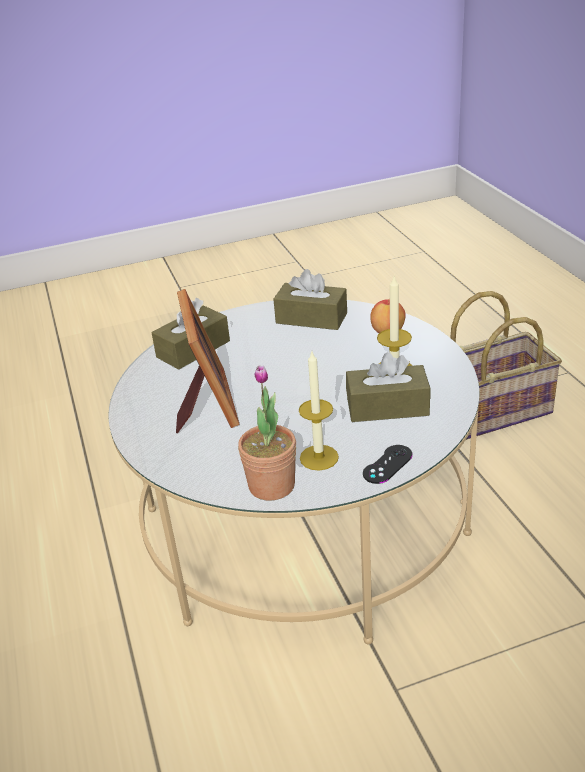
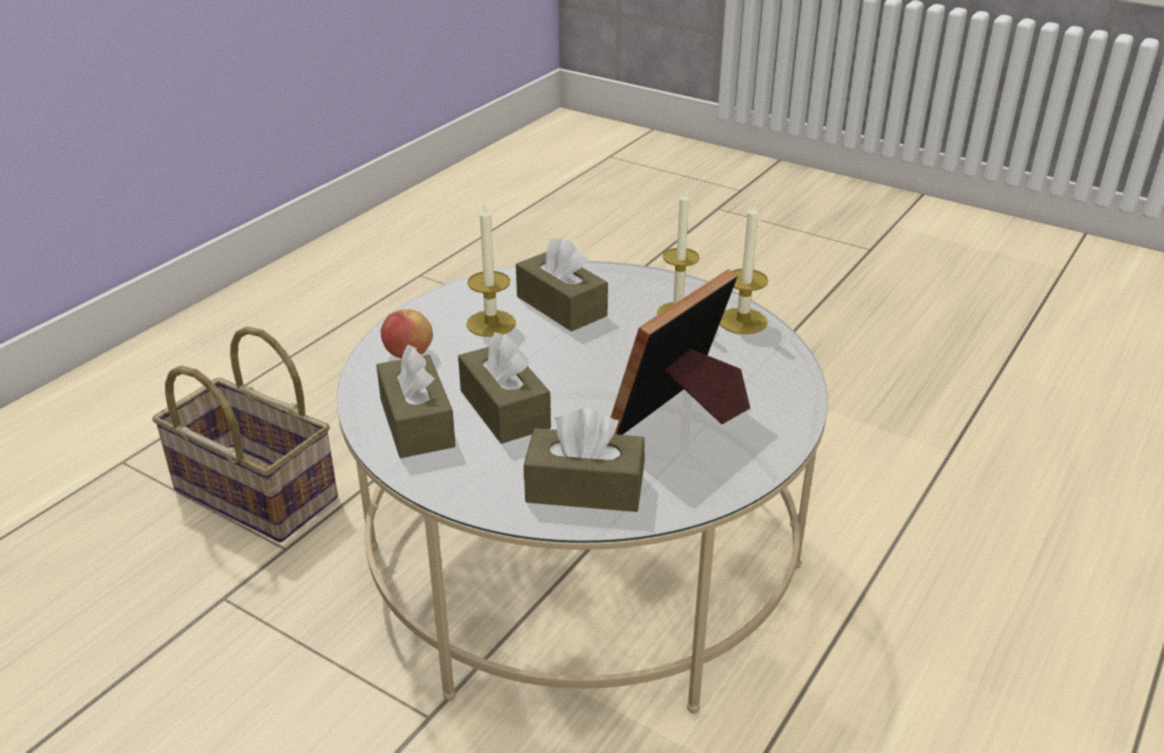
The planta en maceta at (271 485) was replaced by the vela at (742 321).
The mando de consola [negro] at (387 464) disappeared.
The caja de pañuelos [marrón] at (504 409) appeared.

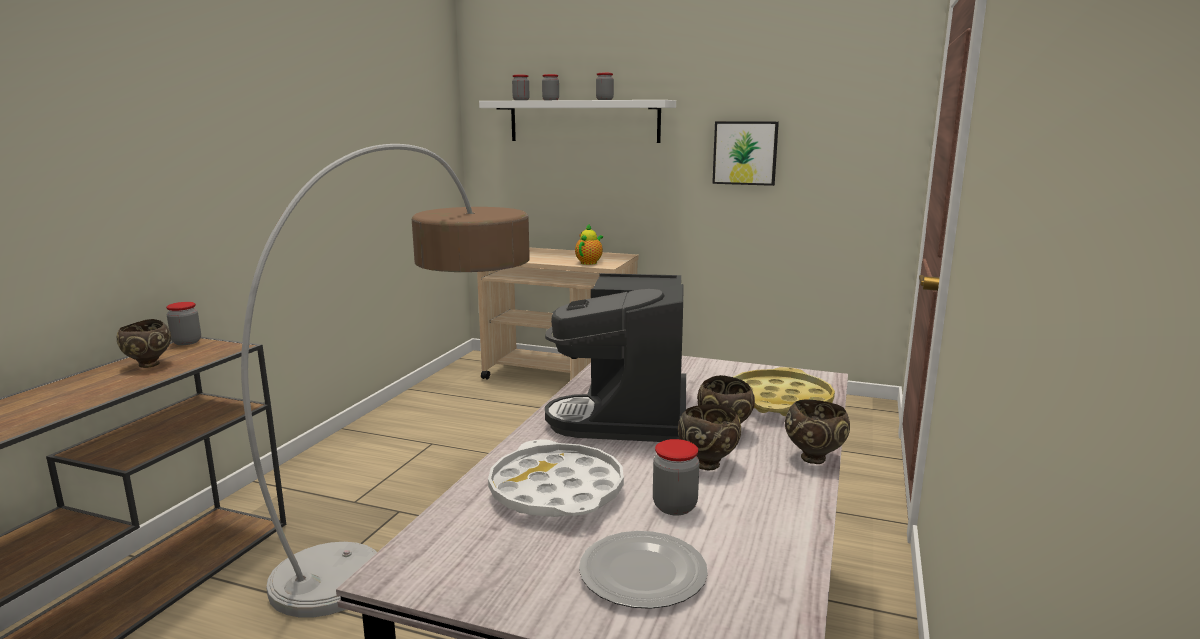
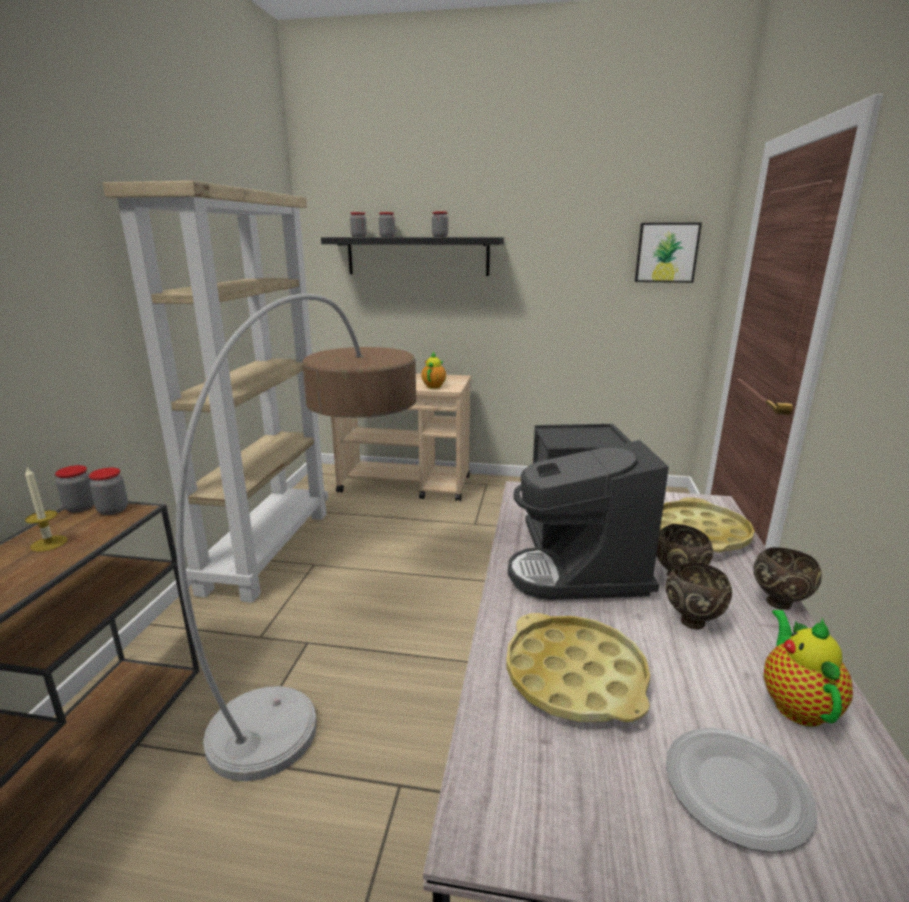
The cuenco [marrón] at (148 365) was replaced by the vela at (49 543).
The estante [blanco] at (583 121) became the estante [negro] at (417 256).
The bandeja [blanco] at (556 491) became the bandeja [amarillo] at (574 677).
The tarro moved from (674 506) to (113 510).
The cuadro moved from (745 153) to (666 252).
The estantería [beis] at (267 549) appeared.
The tetera at (796 703) appeared.

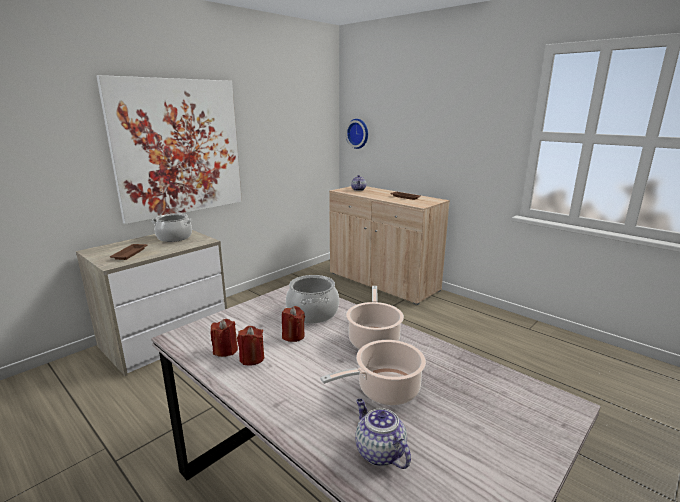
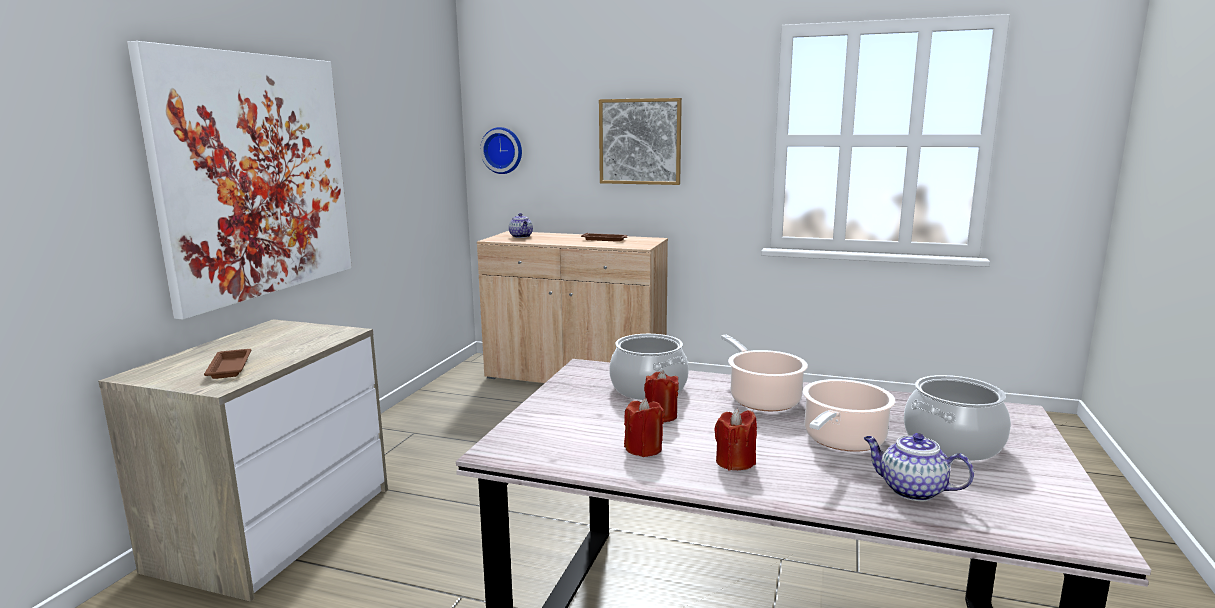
The olla moved from (174 237) to (952 443).
The vela [rojo] moved from (225 350) to (735 462).
The cuadro at (640 141) appeared.

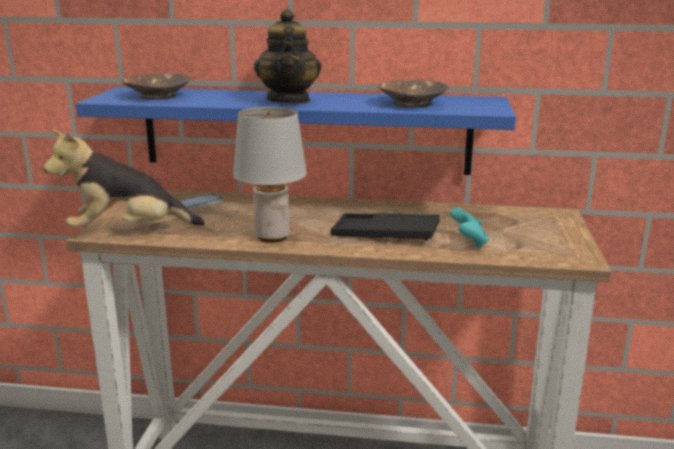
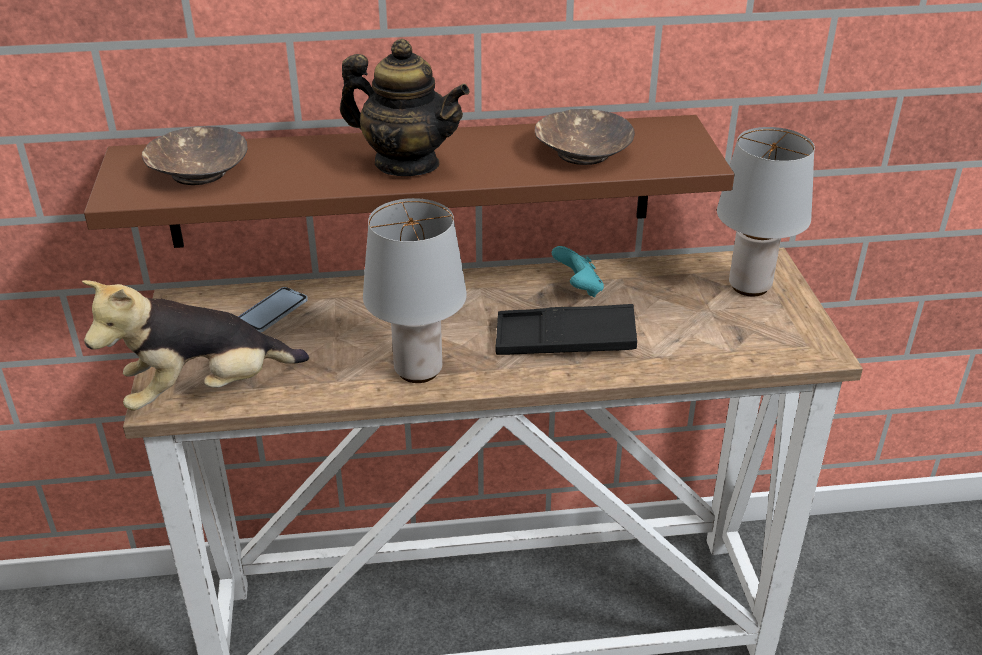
The estante [azul] at (305 130) became the estante [marrón] at (412 181).
The tetera at (289 100) turned 45 degrees counterclockwise.
The mando de consola [turquesa] moved from (469 242) to (578 289).
The lámpara de mesa [gris] at (750 286) appeared.

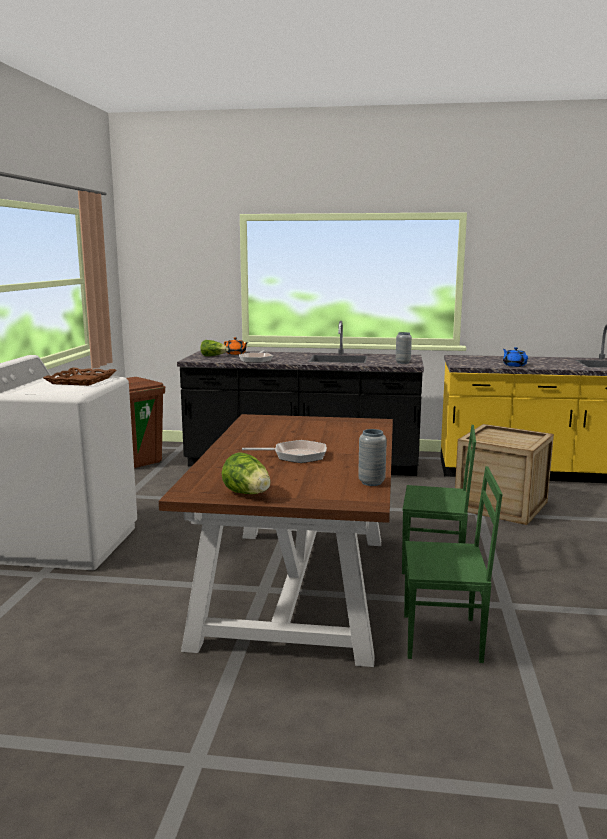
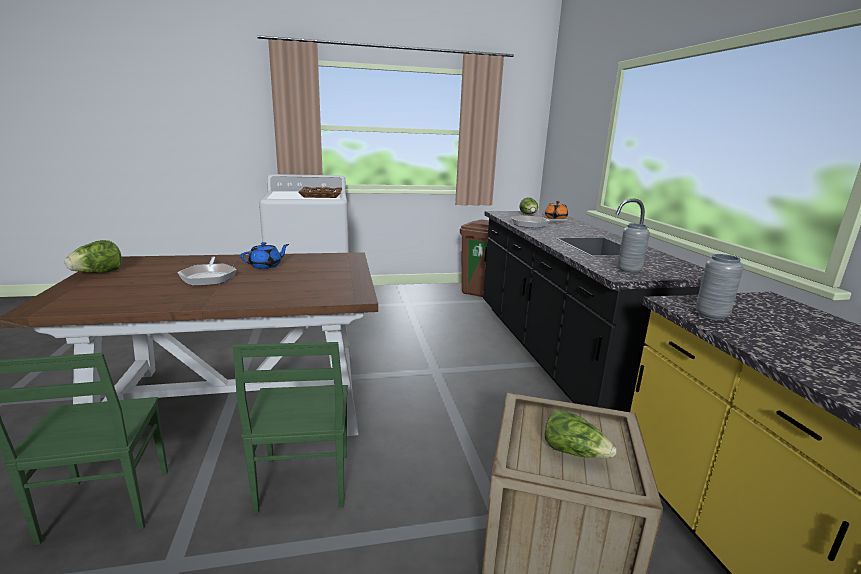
The florero [gris] moved from (371 482) to (711 316).
The tetera [azul] moved from (514 365) to (266 266).
The lechuga at (574 452) appeared.

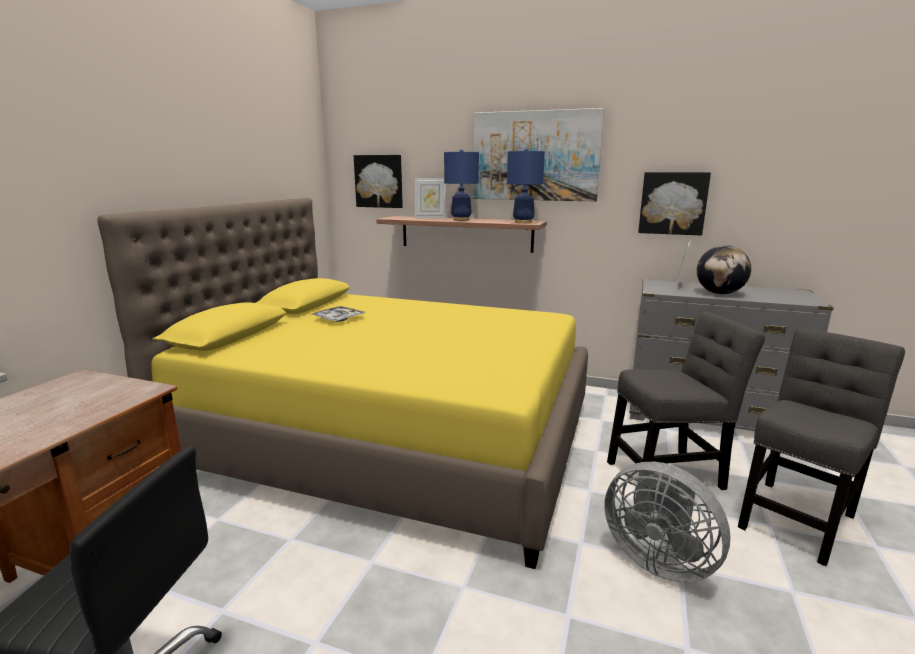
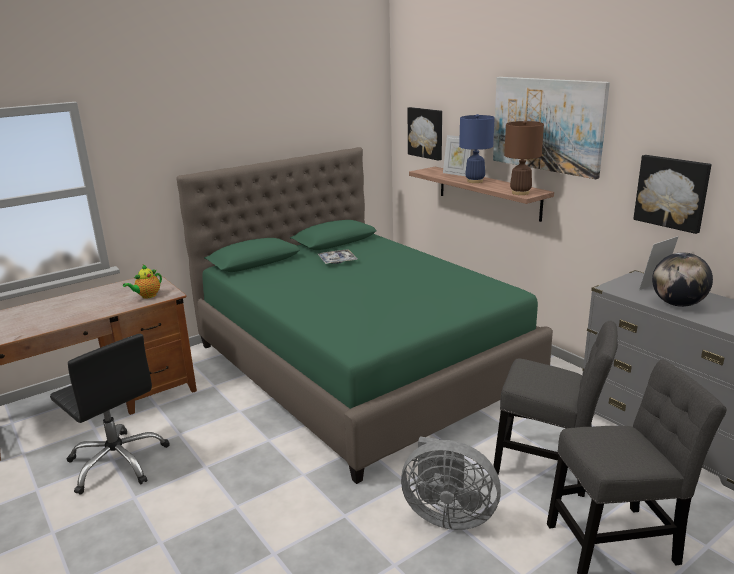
The cama [amarillo] at (391 436) became the cama [verde] at (360 365).
The lámpara de mesa [azul] at (523 222) became the lámpara de mesa [marrón] at (520 193).
The ventilador [gris] at (658 559) turned 60 degrees counterclockwise.
The tetera at (147 296) appeared.

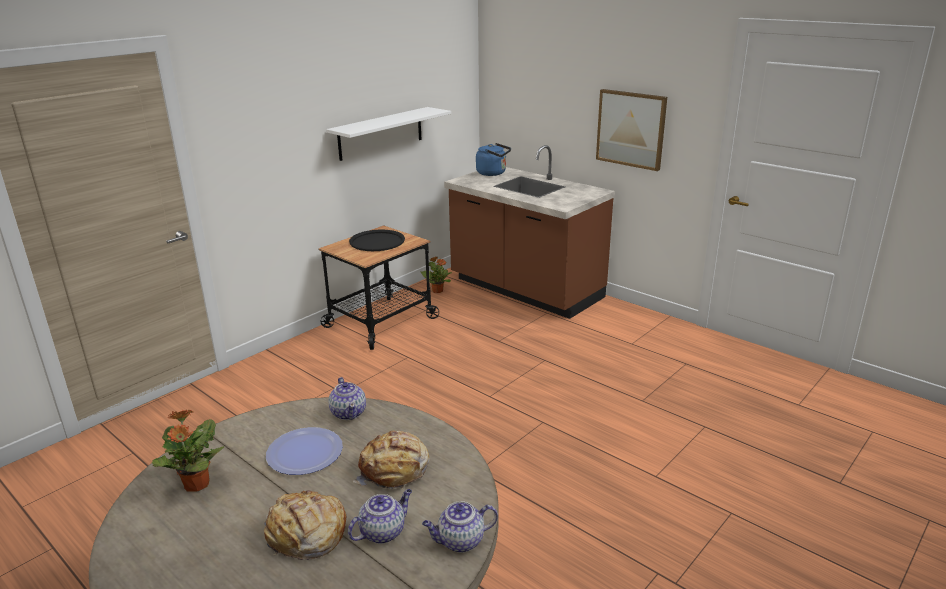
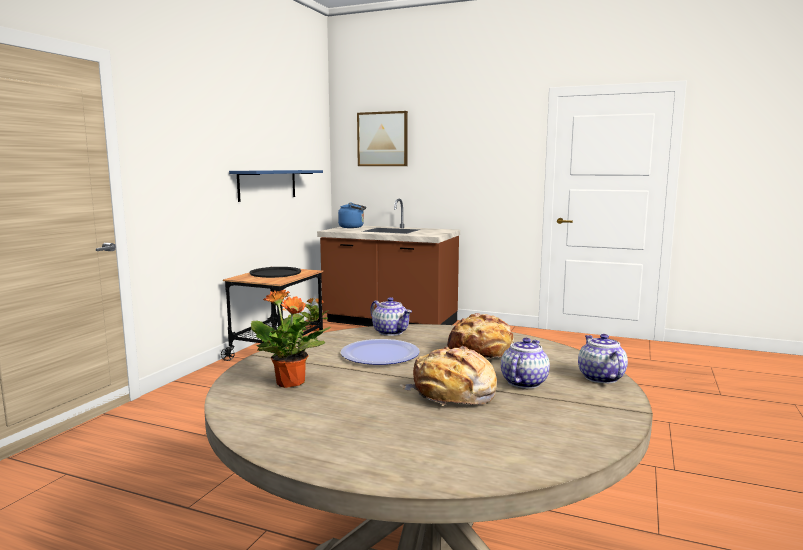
The estante [blanco] at (381 133) became the estante [azul] at (267 184).
The tetera at (460 541) turned 120 degrees clockwise.
The cuadro moved from (631 129) to (382 139).

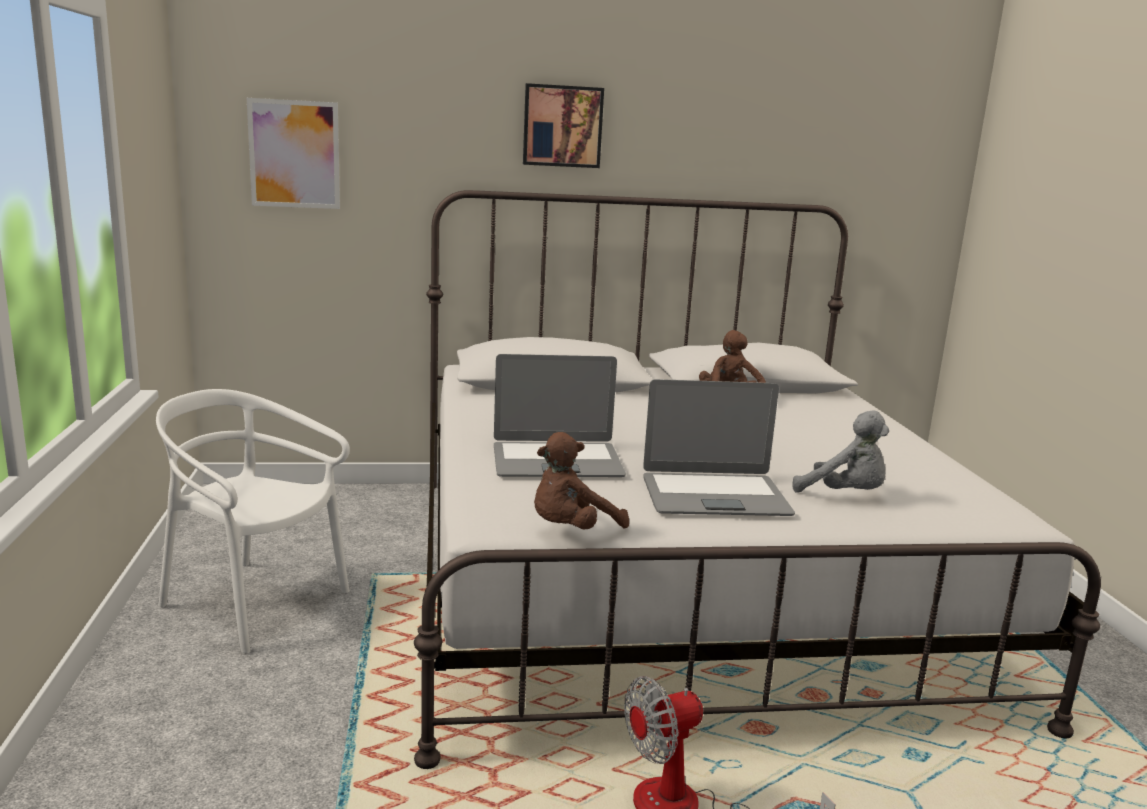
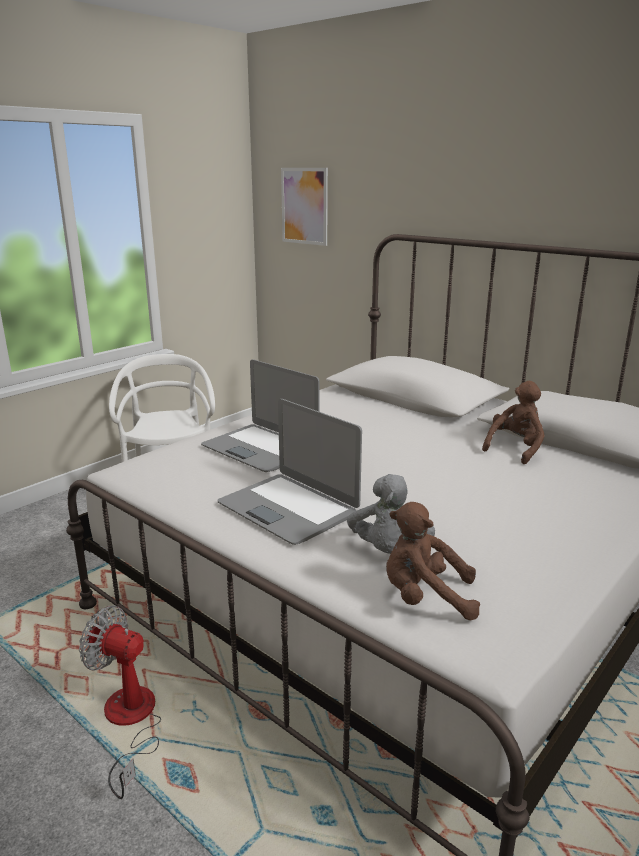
The cuadro at (562 126) disappeared.
The peluche [marrón] moved from (571 530) to (425 598).

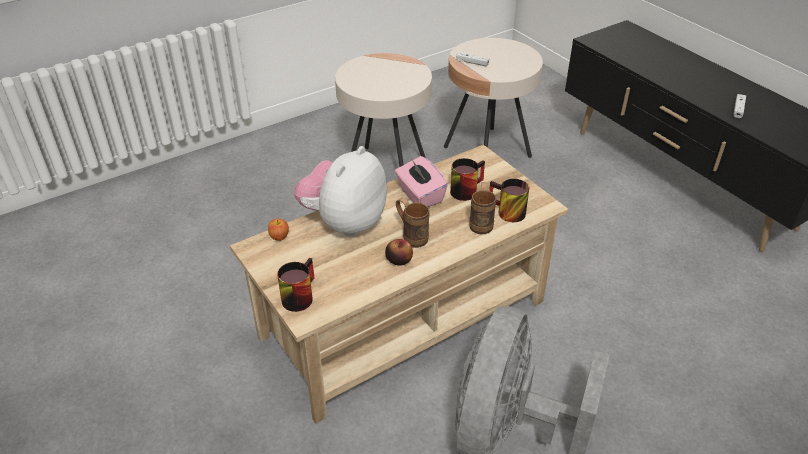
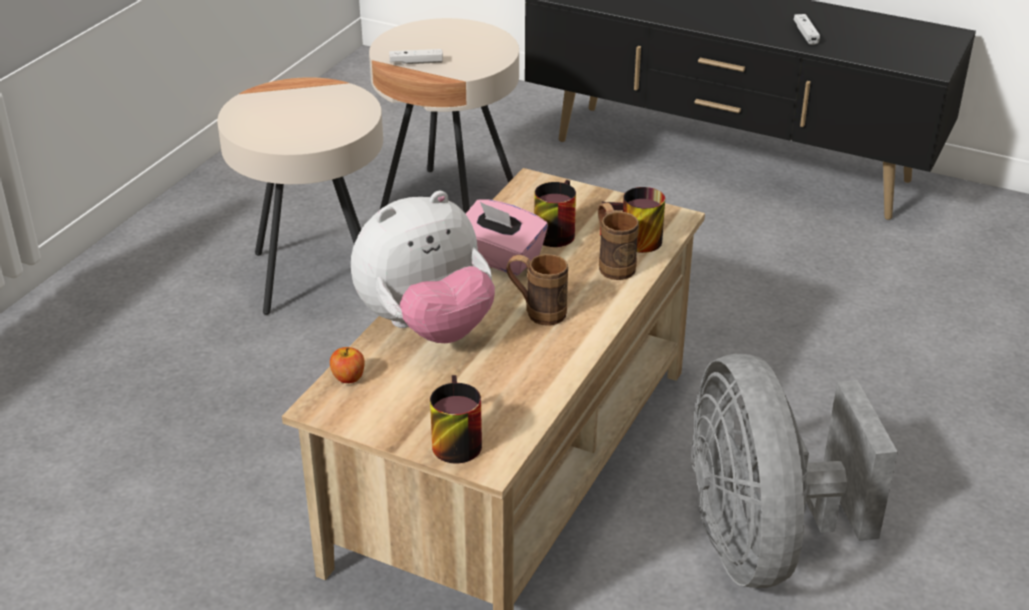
The peluche at (344 222) turned 120 degrees counterclockwise.
The manzana at (399 260) disappeared.

